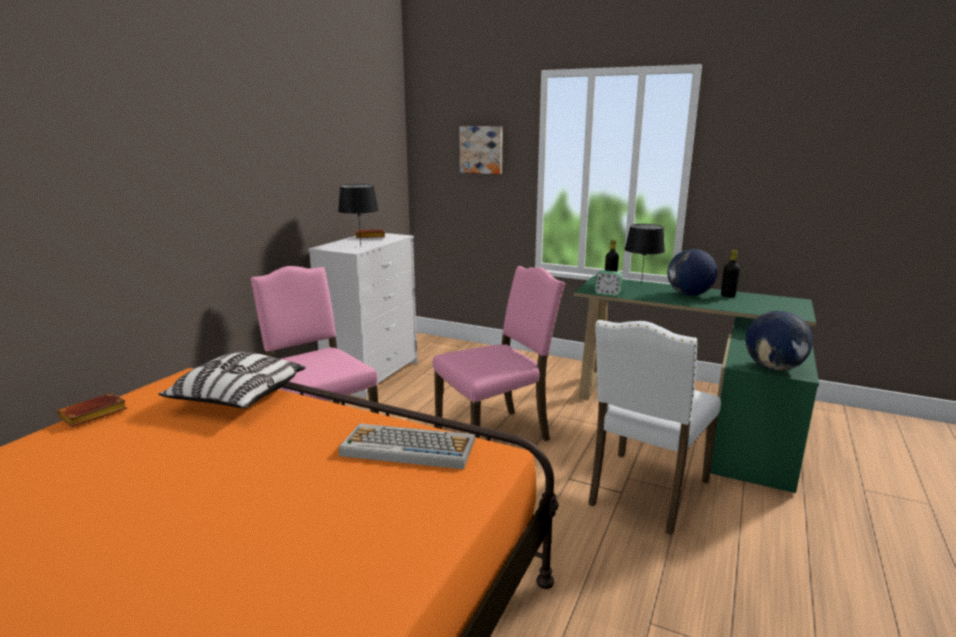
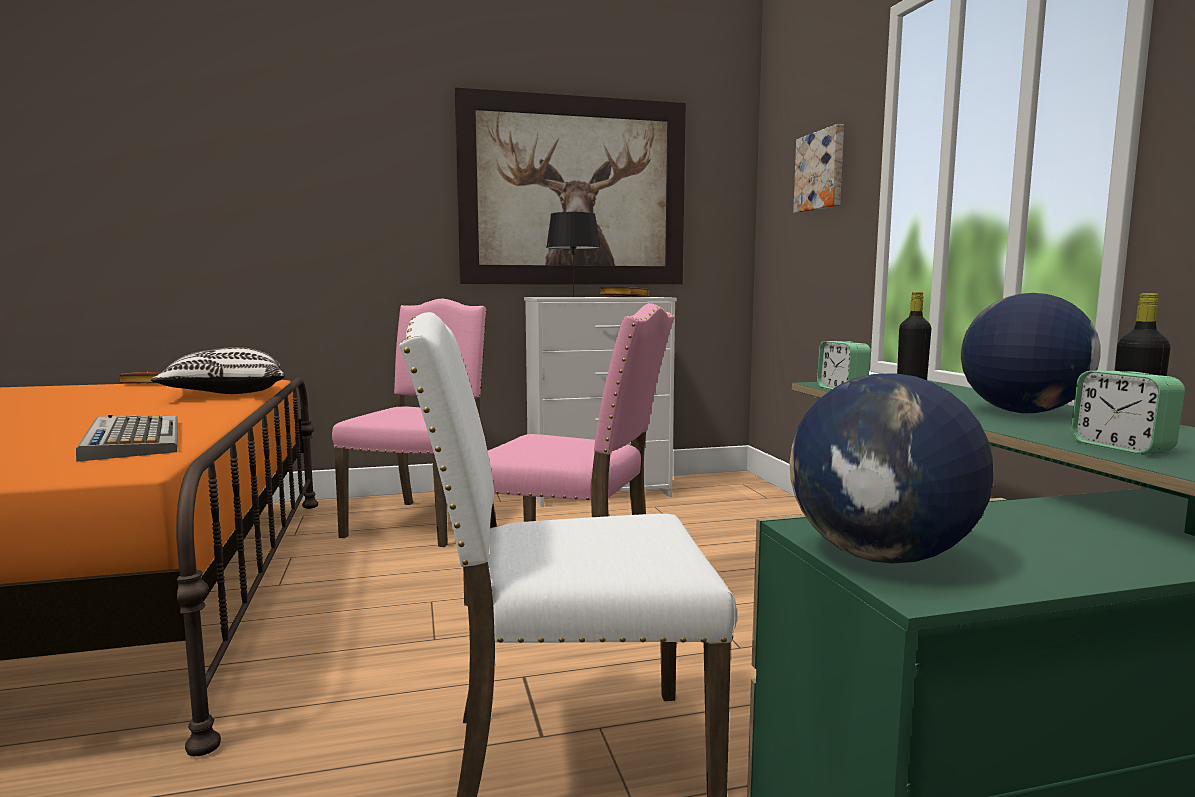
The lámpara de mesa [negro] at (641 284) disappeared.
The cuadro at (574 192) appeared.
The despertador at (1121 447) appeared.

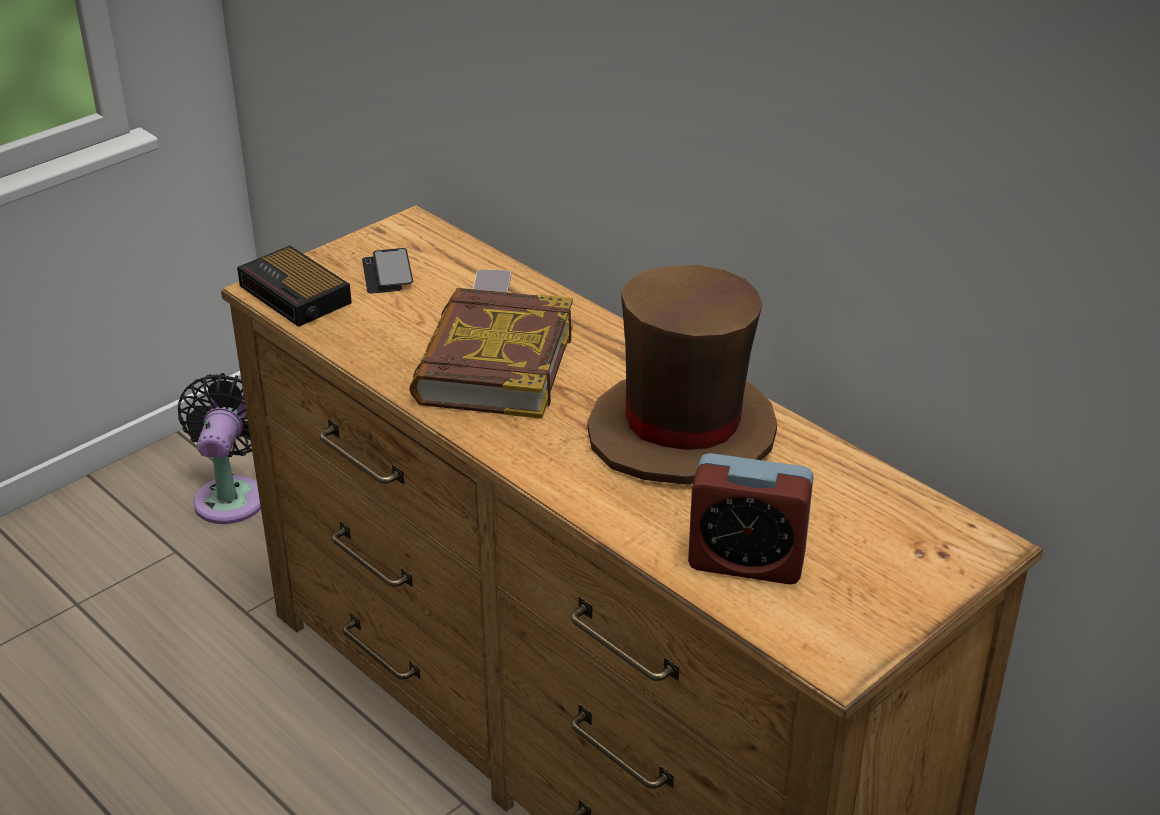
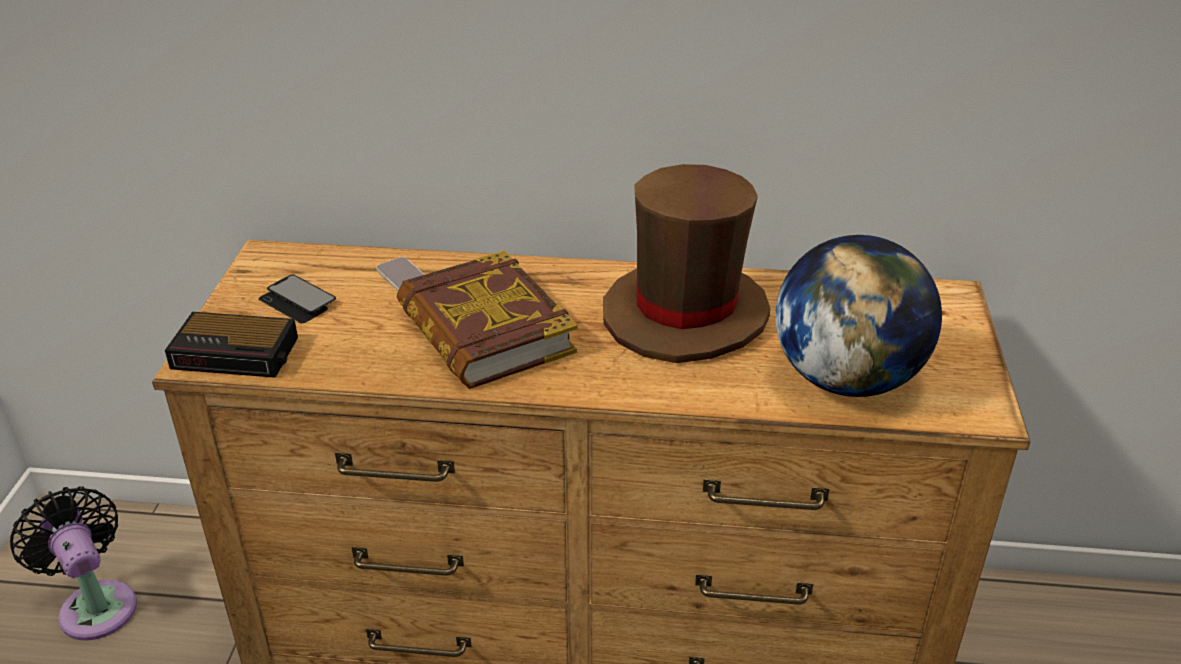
The despertador at (746 561) was replaced by the globo terráqueo at (846 379).

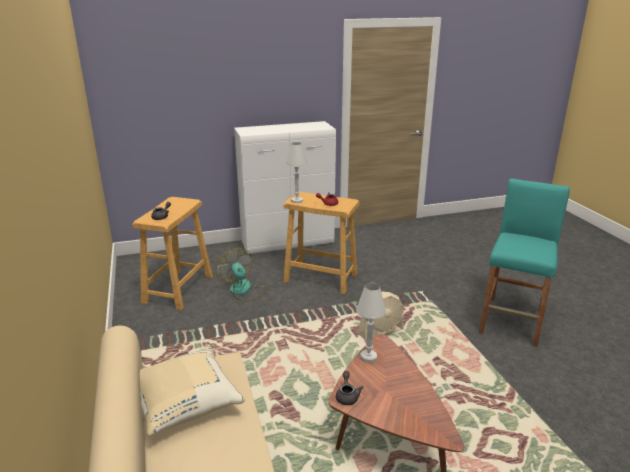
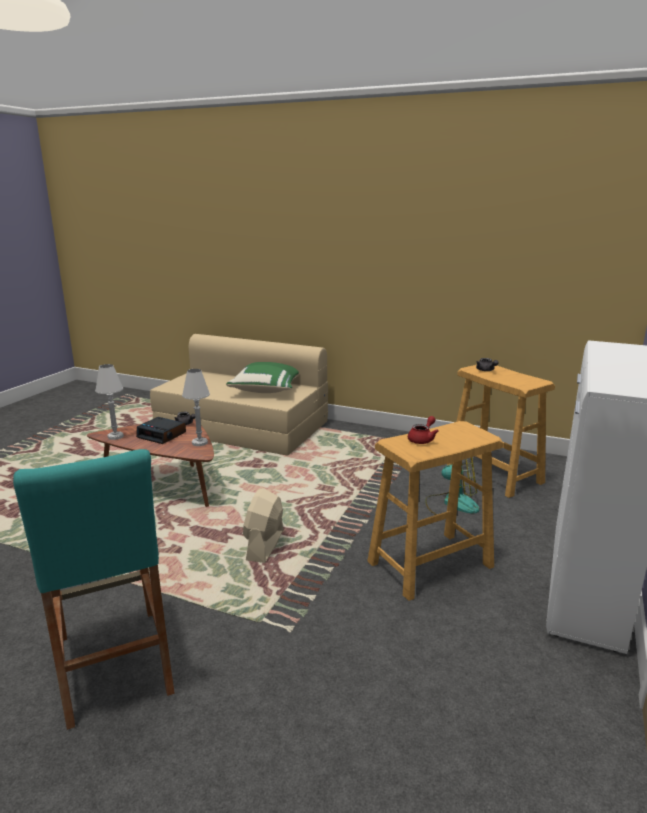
The cojín [beis] at (184 403) became the cojín [verde] at (267 390).
The lámpara de mesa [blanco] moved from (297 200) to (115 436).
The despertador at (162 435) appeared.

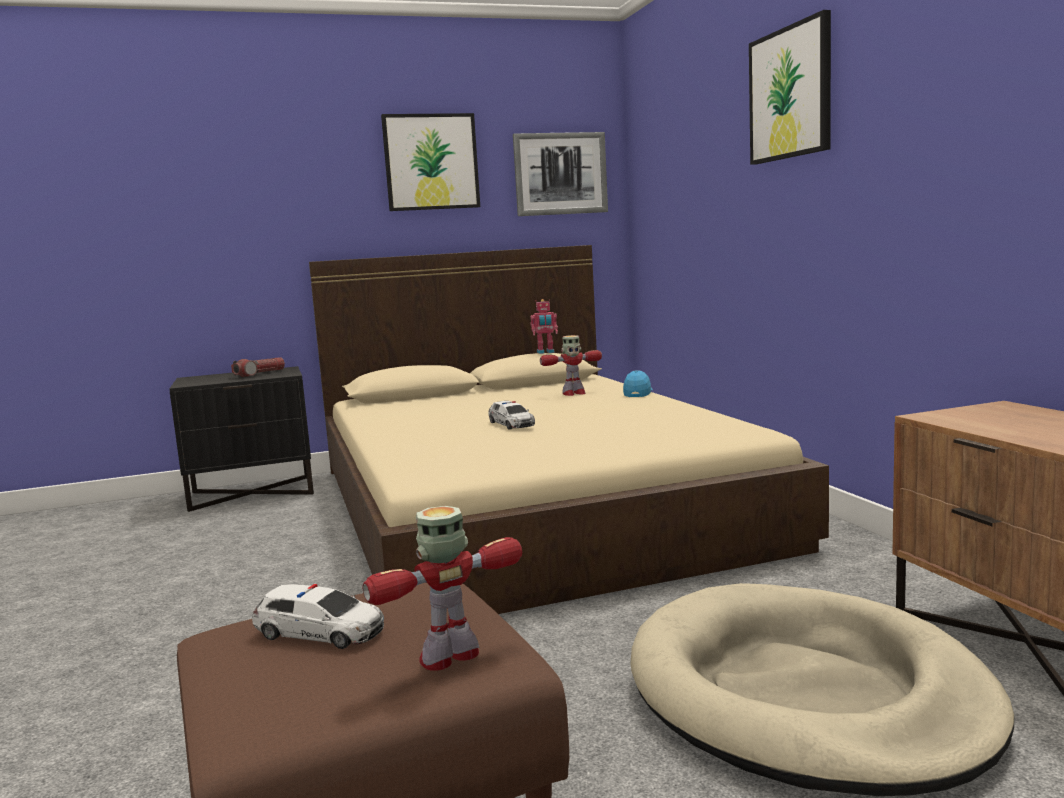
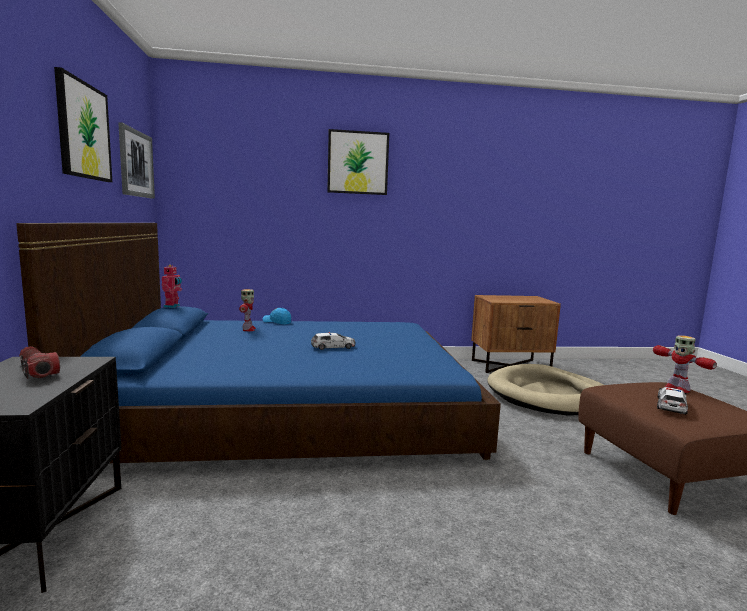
The cama [beis] at (528 503) became the cama [azul] at (289 405).

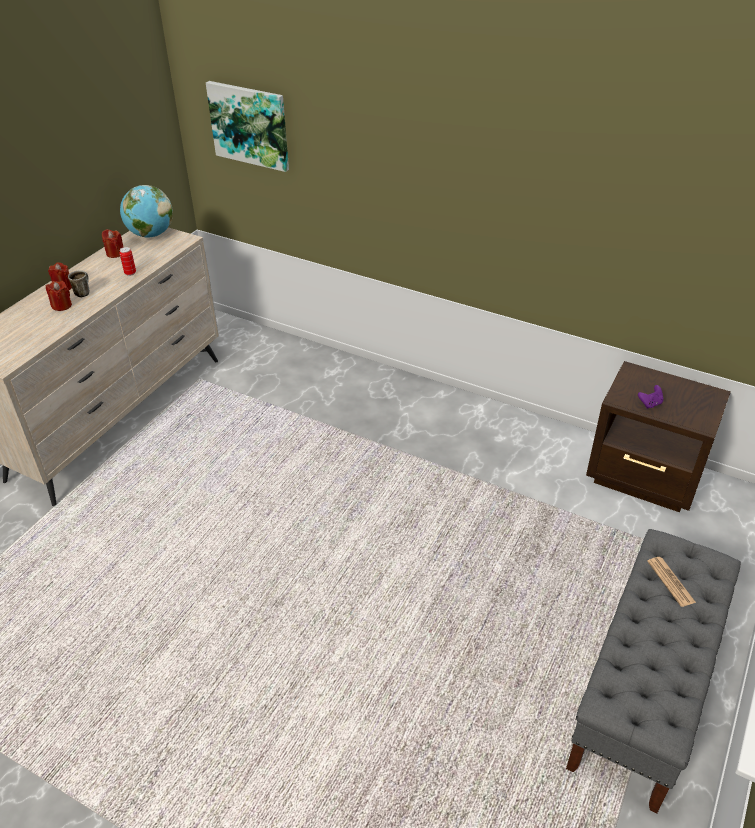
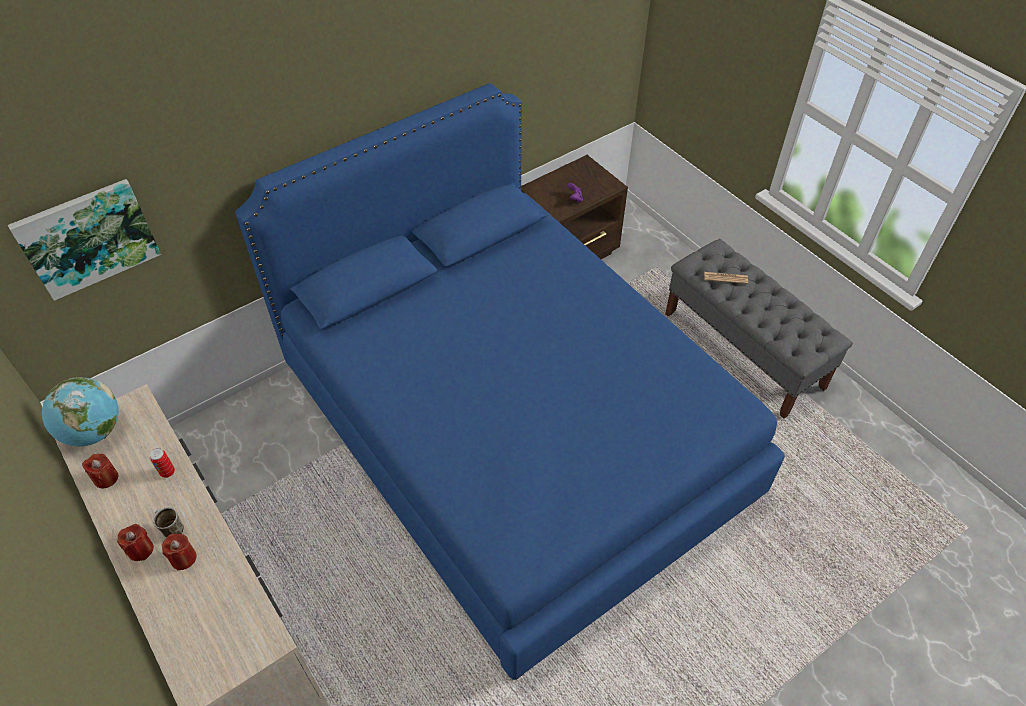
The cama [azul] at (512 432) appeared.

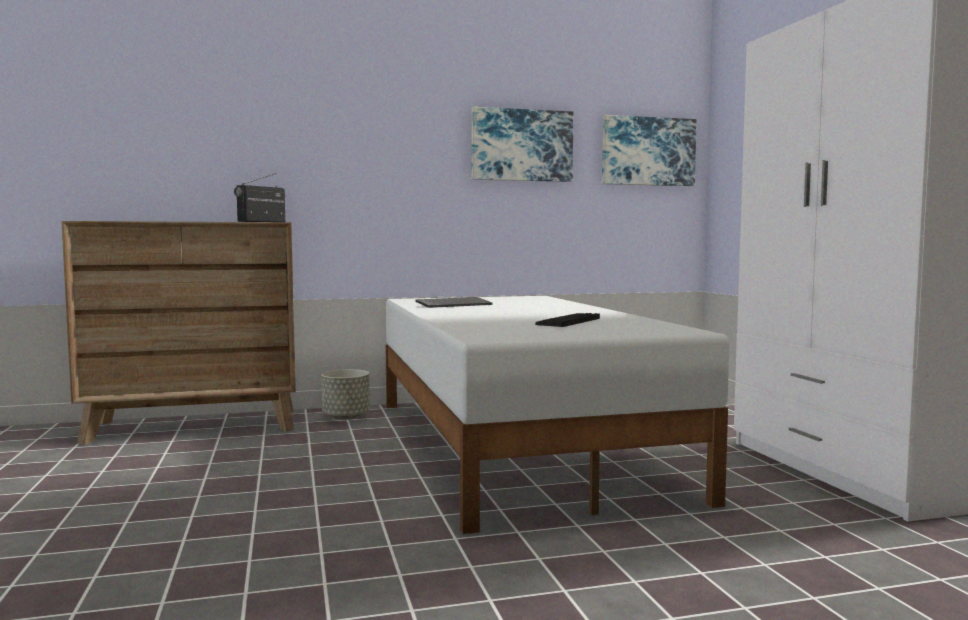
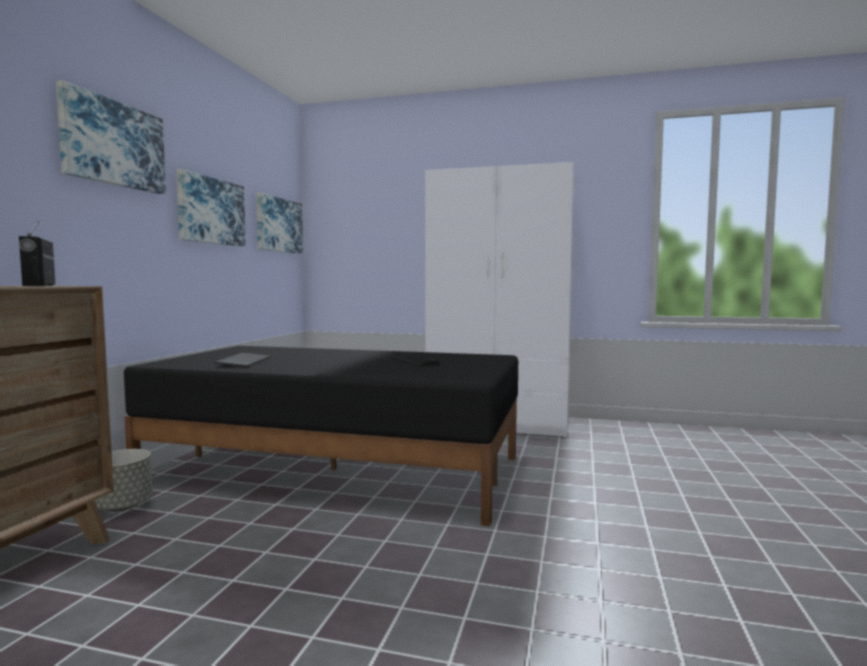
The cama [blanco] at (518 444) became the cama [negro] at (335 469).
The cuadro at (113 144) appeared.

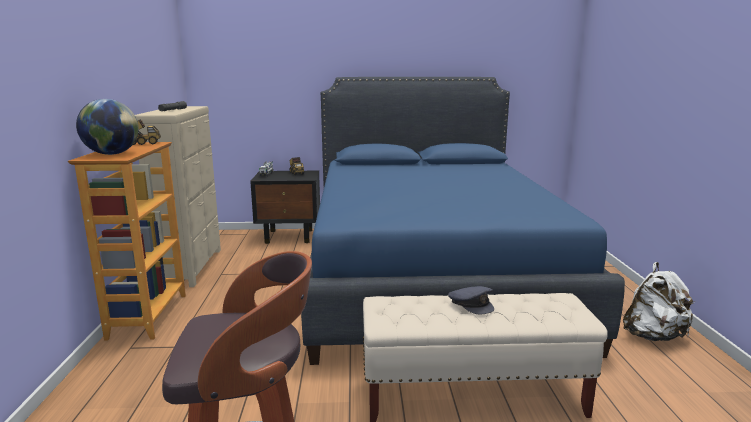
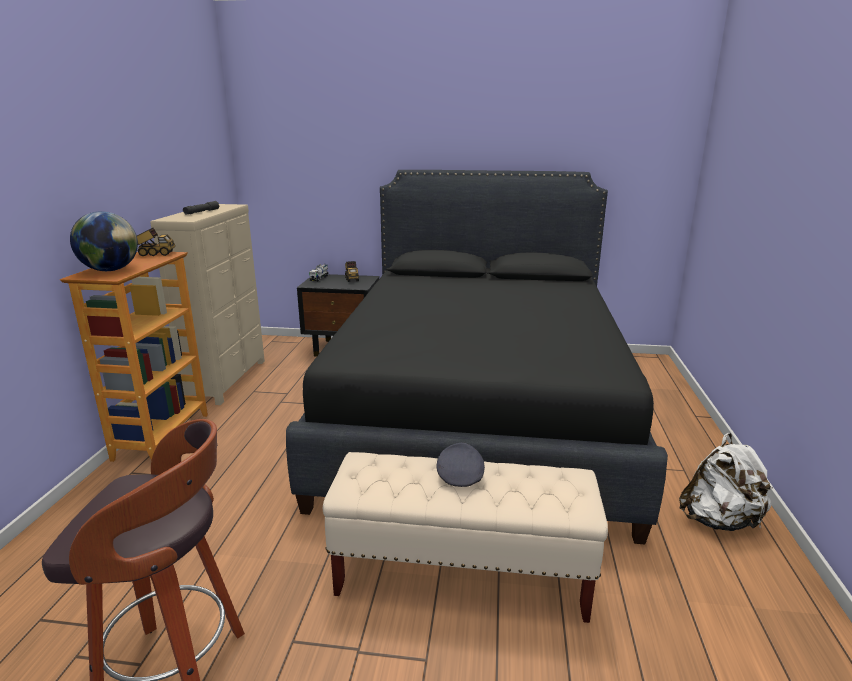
The cama [azul] at (429 276) became the cama [negro] at (478 412).
The gorra [gris] at (471 304) turned 150 degrees counterclockwise.

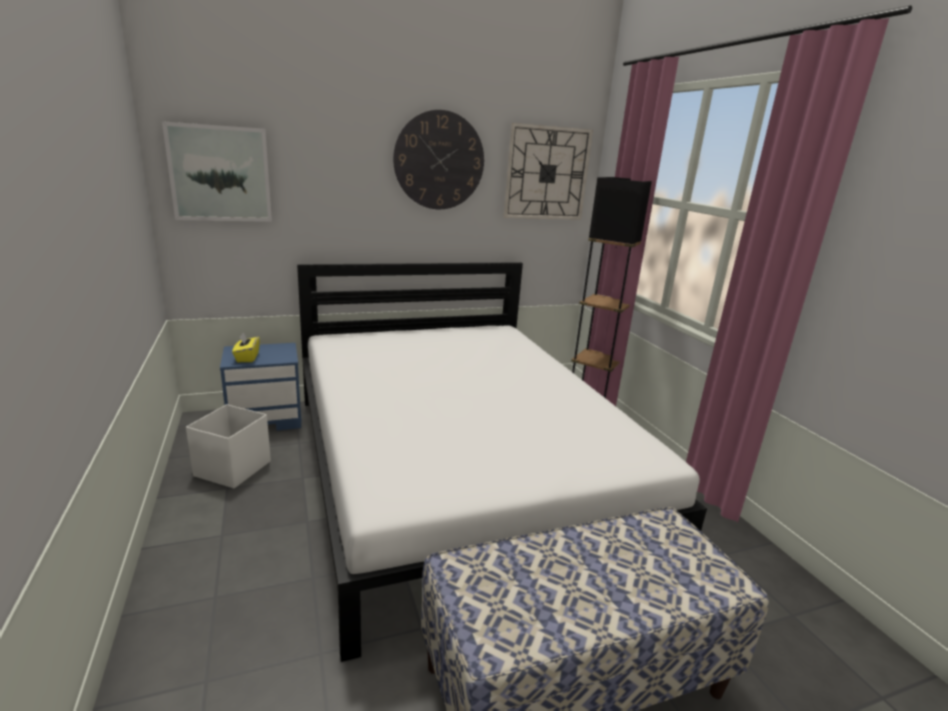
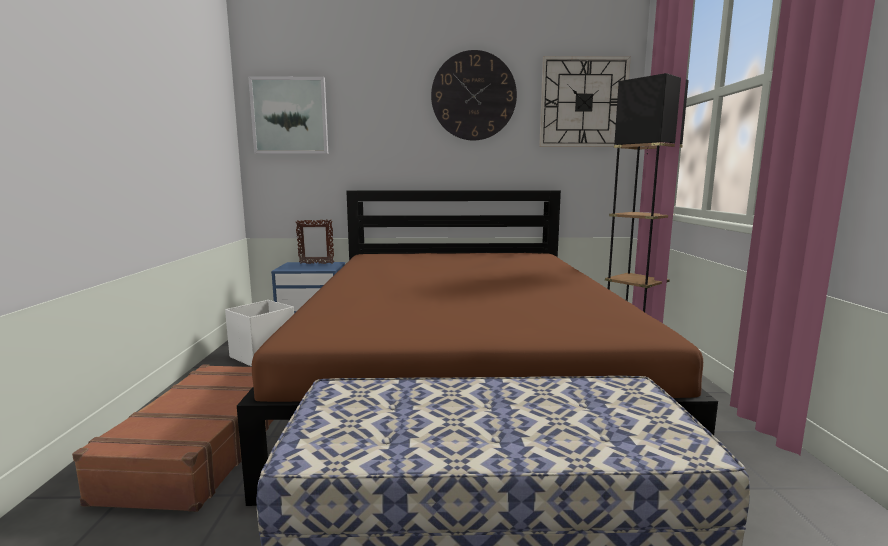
The caja de pañuelos [amarillo] at (247 358) disappeared.
The cama [blanco] at (457 470) became the cama [marrón] at (462 375).
The maleta [marrón] at (201 447) appeared.
The portarretratos at (316 263) appeared.

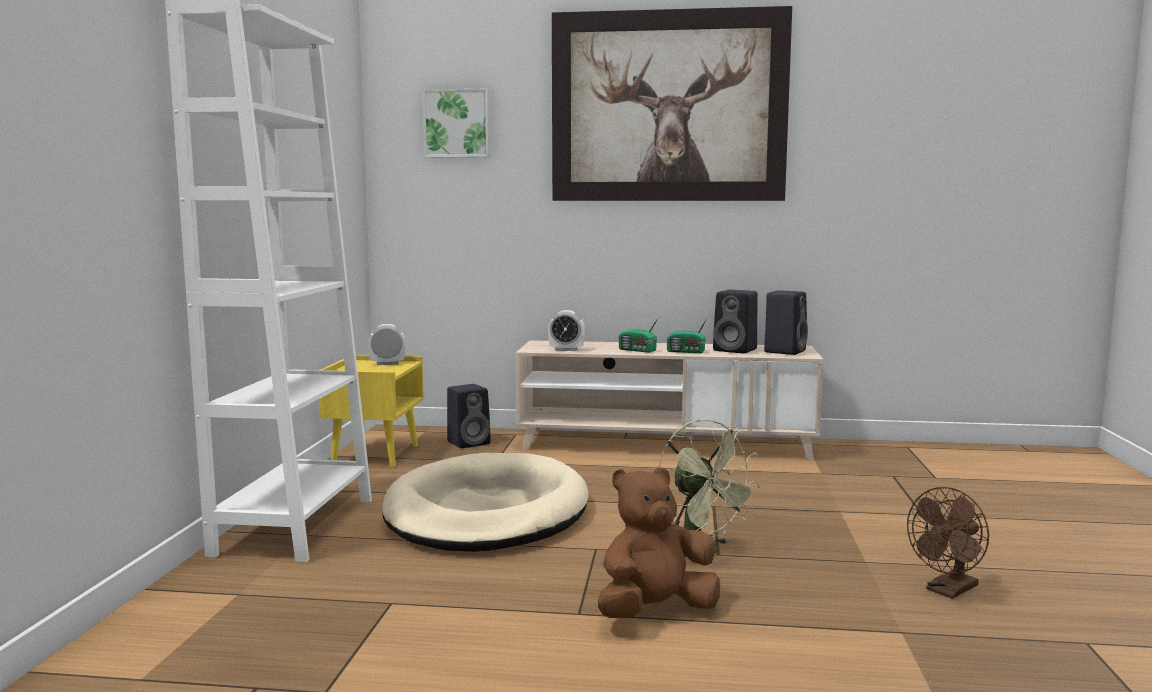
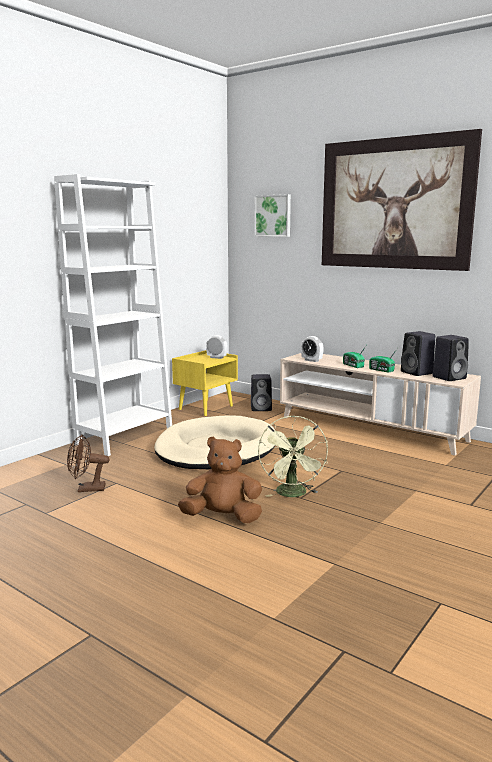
The ventilador [marrón] moved from (948 591) to (86 489).

